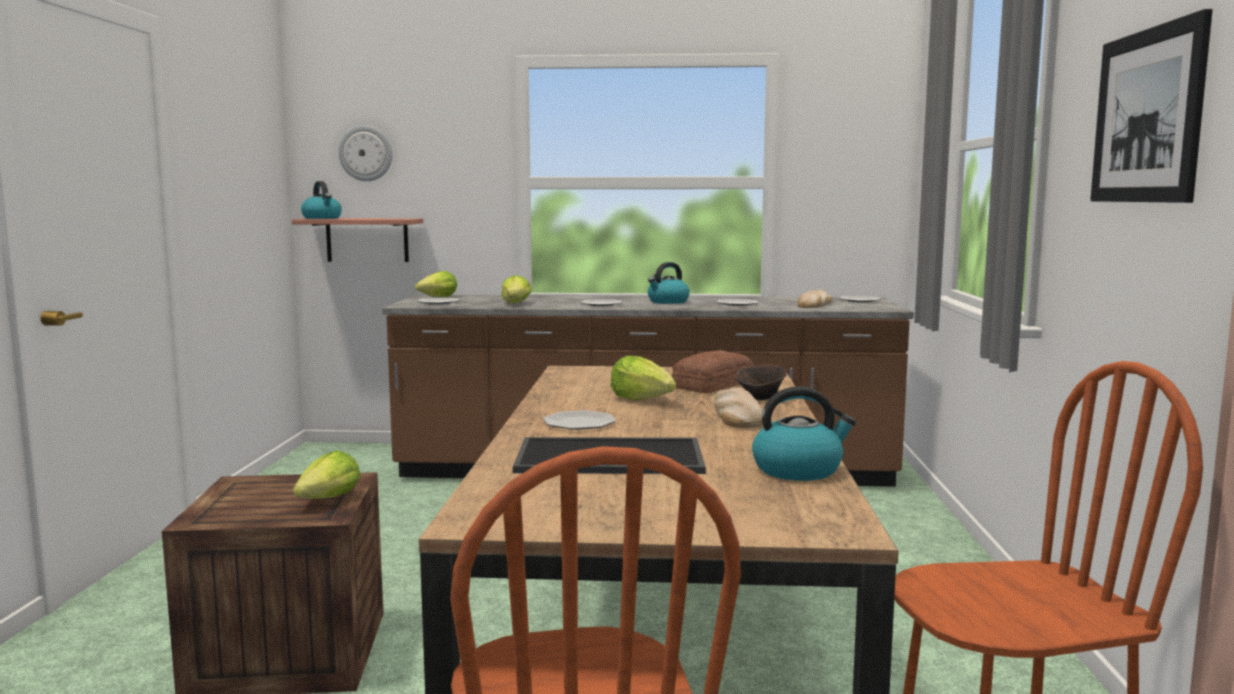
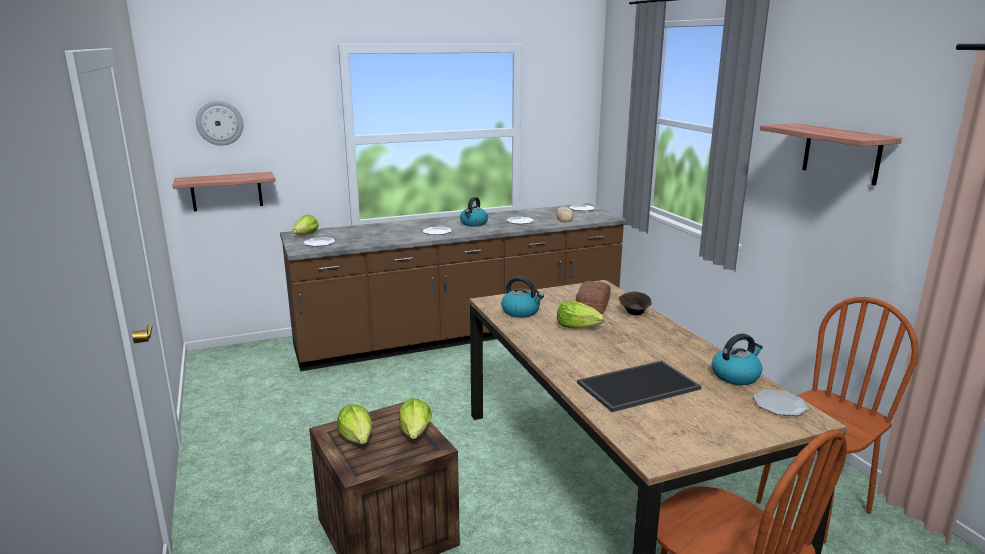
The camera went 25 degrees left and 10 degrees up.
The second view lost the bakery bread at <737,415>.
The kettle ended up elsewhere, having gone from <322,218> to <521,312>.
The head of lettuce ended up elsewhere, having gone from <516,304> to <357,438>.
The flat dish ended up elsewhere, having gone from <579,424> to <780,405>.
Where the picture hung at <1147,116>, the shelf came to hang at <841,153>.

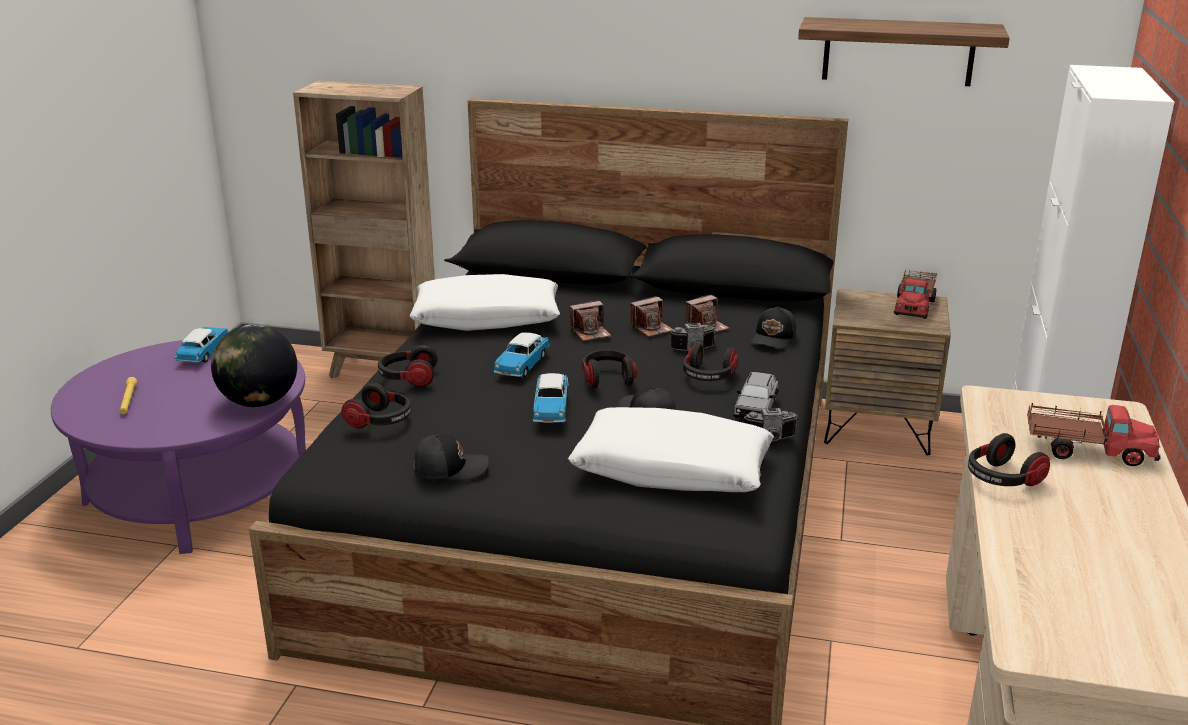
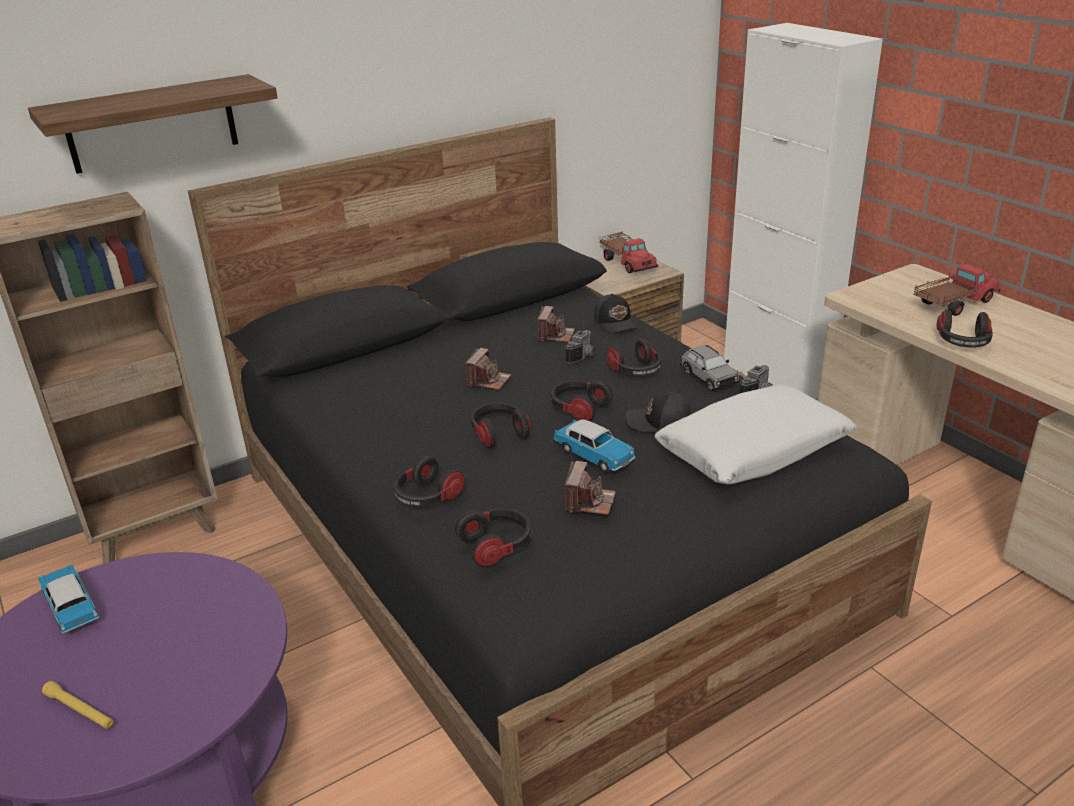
The camera went 45 degrees left and 5 degrees up.
The second view lost the globe at <259,402>.
The second view lost the throw pillow (white-coloured) at <487,318>.
The second view lost the baseball cap (black) at <450,468>.
The still camera ended up elsewhere, having gone from <651,328> to <589,501>.
The shelf ended up elsewhere, having gone from <898,51> to <152,124>.
Where the toy car stood at <522,365>, the pair of headphones came to stand at <499,433>.

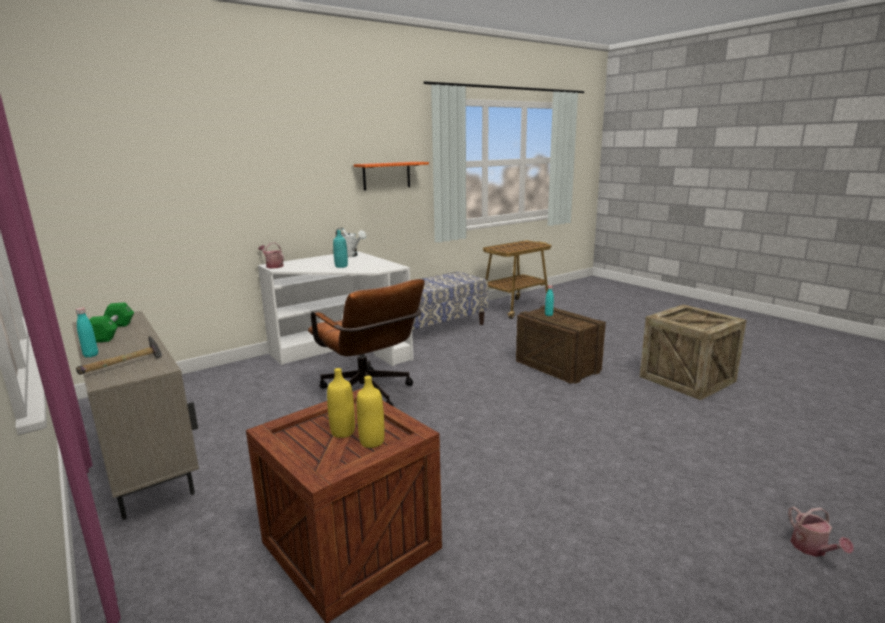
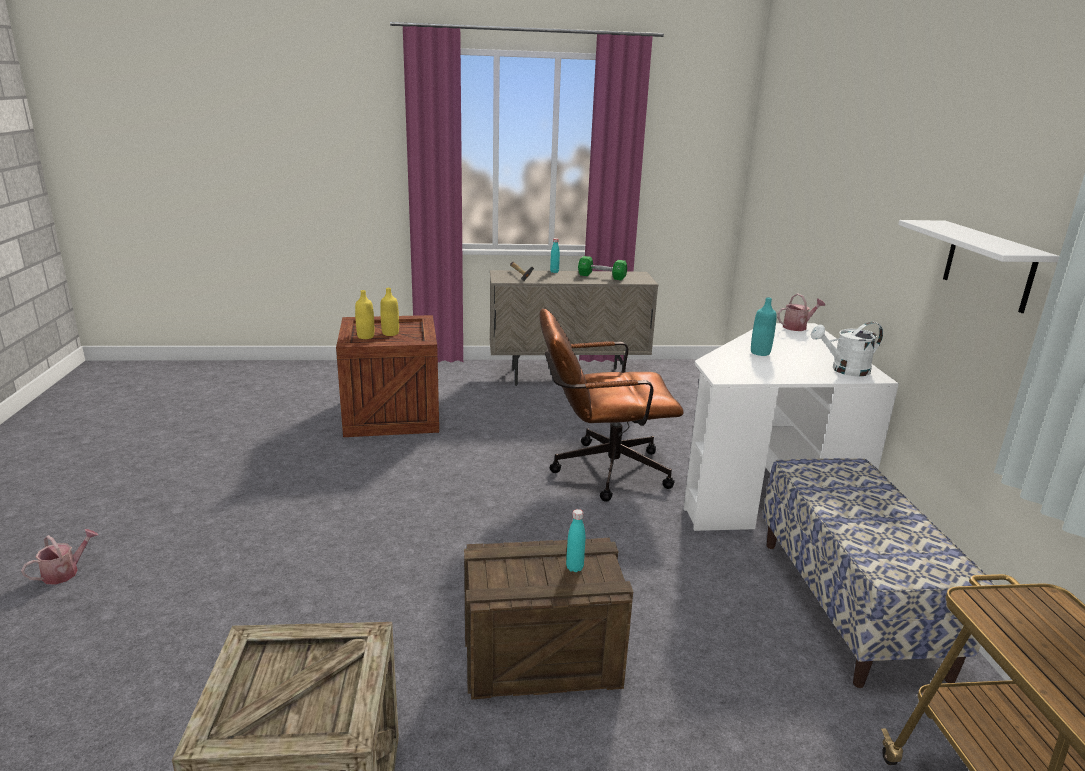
The camera went 120 degrees right and 5 degrees up.
What was the shelf (orange) at <386,175> turned into the shelf (white-coloured) at <988,266>.
The watering can at <812,549> ended up facing another way, 105 degrees clockwise from before.

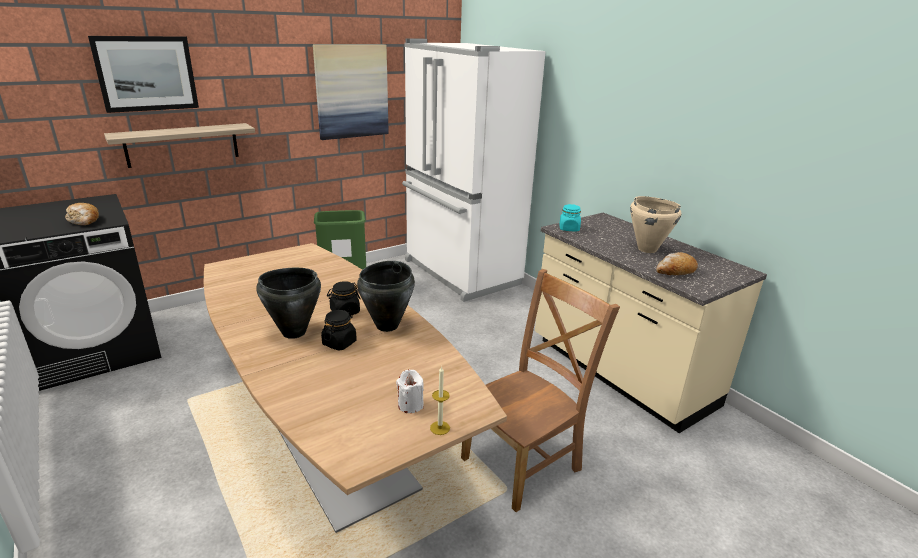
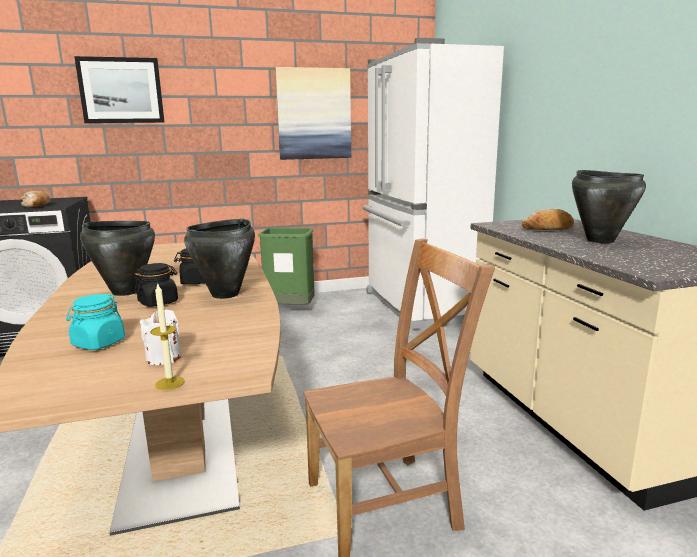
The camera went 20 degrees right and 10 degrees down.
The second view lost the shelf at <182,145>.
The storage jar (blue-green) ended up elsewhere, having gone from <569,229> to <98,343>.
The bakery bread ended up elsewhere, having gone from <675,271> to <547,229>.
What was the stockpot (beige-coloured) at <647,249> turned into the stockpot (black) at <600,240>.

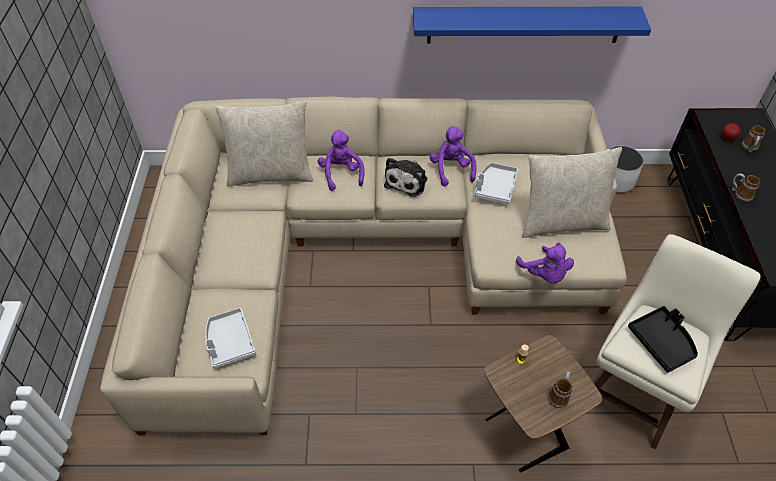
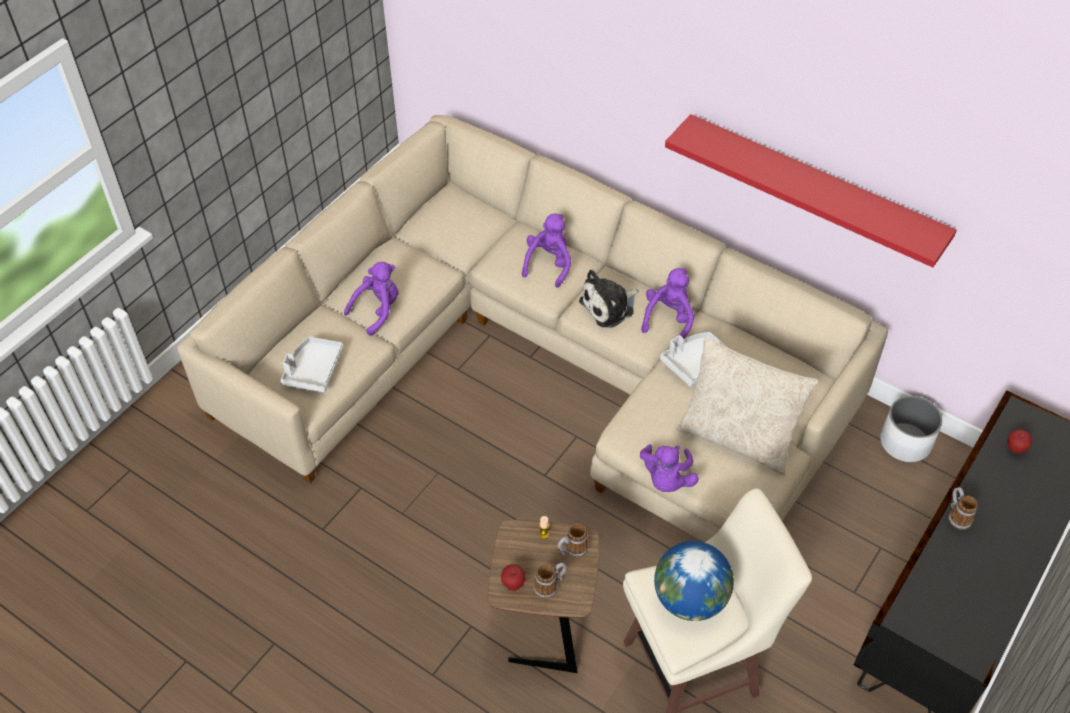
The camera went 35 degrees right and 0 degrees up.
The second view lost the throw pillow (beige-coloured) at <271,173>.
The second view gained the plush toy (purple-coloured) at <378,310>.
The second view gained the whole apple at <513,584>.
The coffee mug ended up elsewhere, having gone from <749,148> to <572,550>.
Where the serving tray (black) stood at <662,342>, the globe came to stand at <690,599>.
What was the shelf (bluish) at <524,24> turned into the shelf (reddish) at <813,188>.

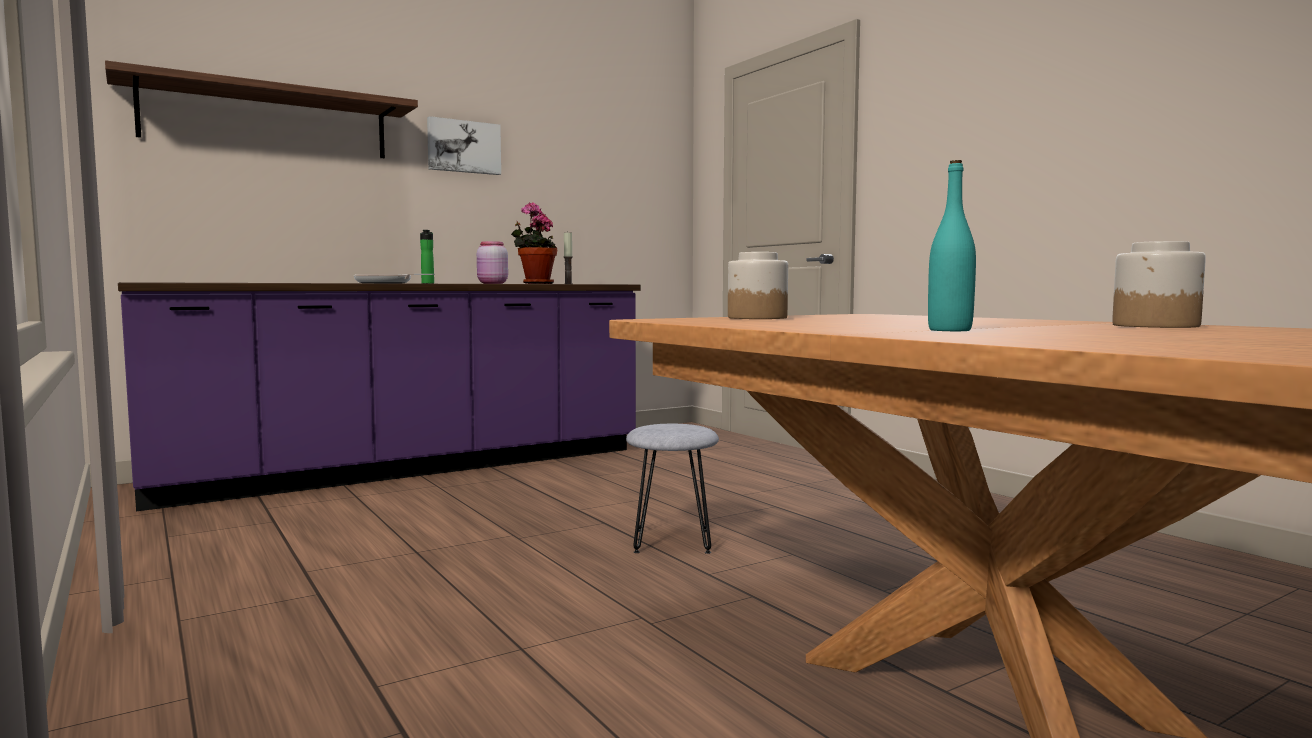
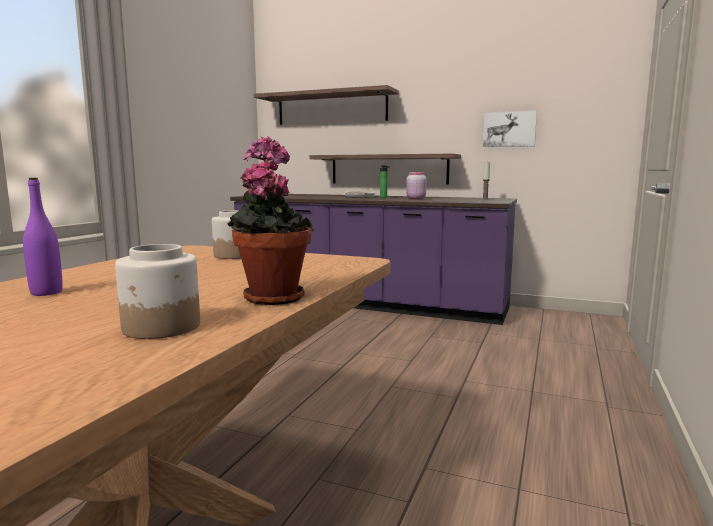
The camera went 55 degrees right and 5 degrees up.
The second view lost the sitting stool (grey) at <672,541>.
The second view gained the shelf at <388,169>.
The picture ended up elsewhere, having gone from <463,147> to <509,129>.
The houseplant ended up elsewhere, having gone from <535,283> to <272,296>.
What was the bottle (blue-green) at <949,330> turned into the bottle (purple-coloured) at <46,292>.

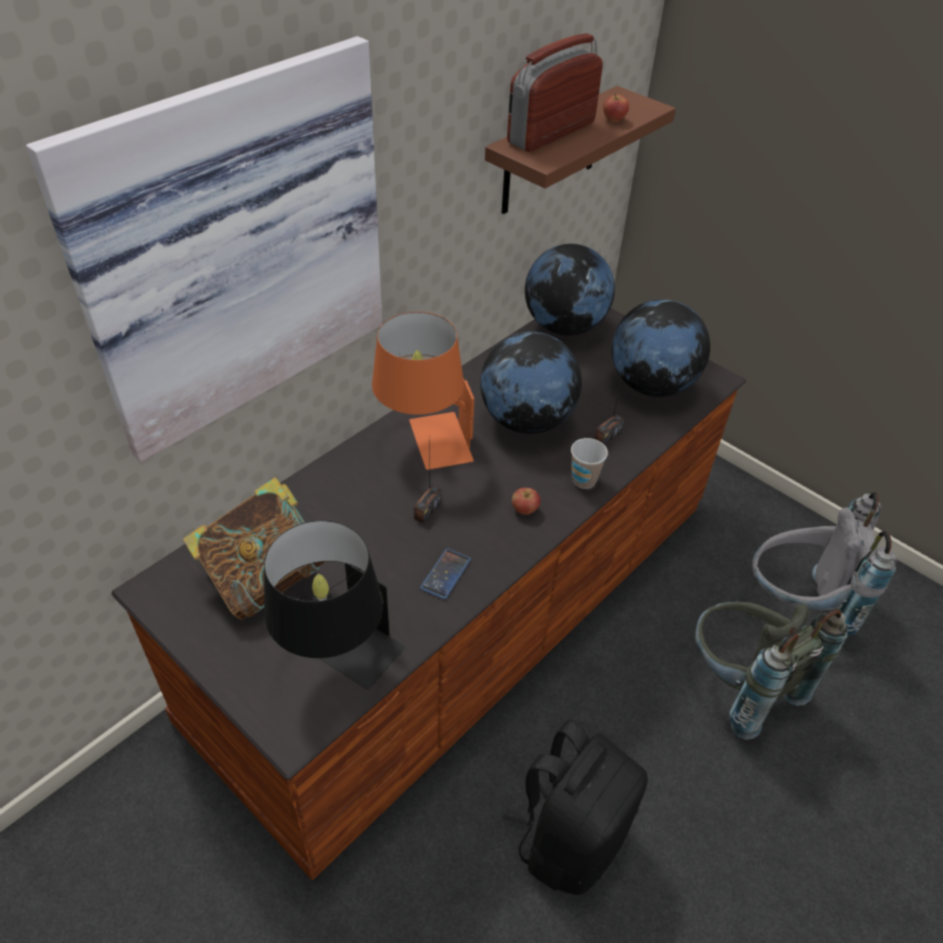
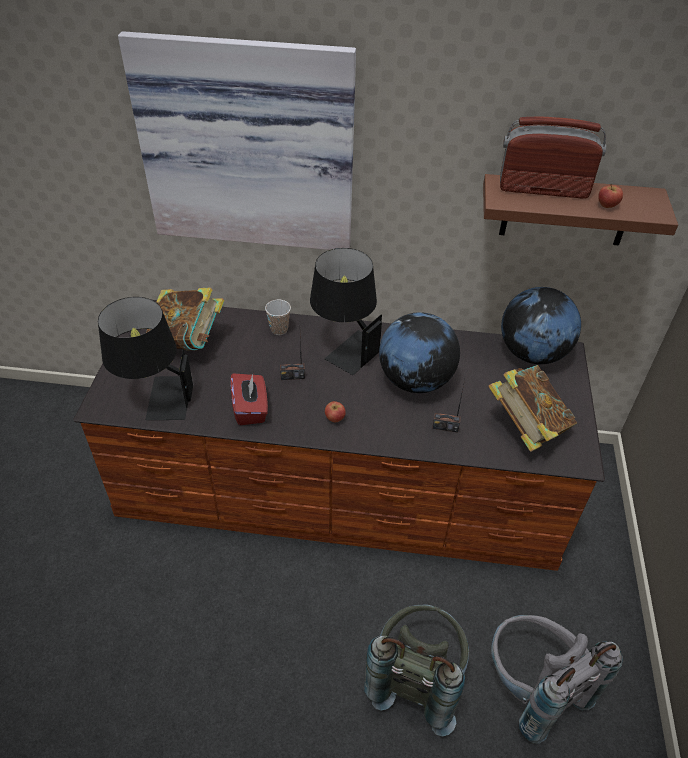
The camera went 55 degrees right and 0 degrees up.
The second view lost the knapsack (black) at <570,837>.
The cup ended up elsewhere, having gone from <584,480> to <279,329>.
Where the telephone stood at <445,574>, the tissue holder (reddish) came to stand at <250,409>.
Where the globe stood at <651,385>, the volume came to stand at <526,426>.
What was the table lamp (orange) at <424,443> turned into the table lamp (black) at <345,346>.

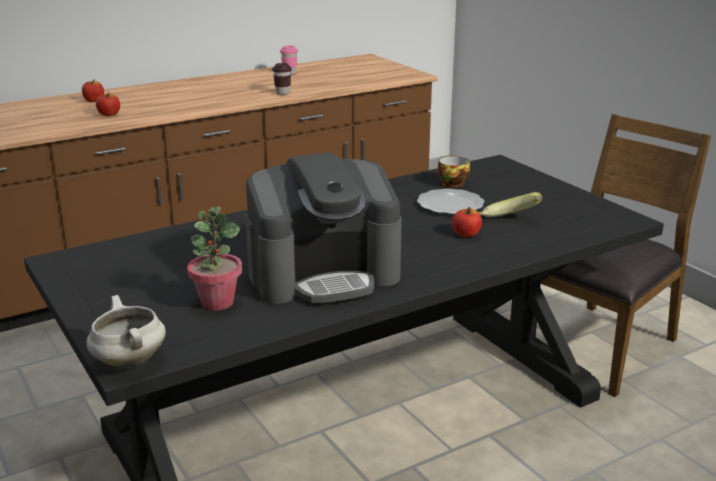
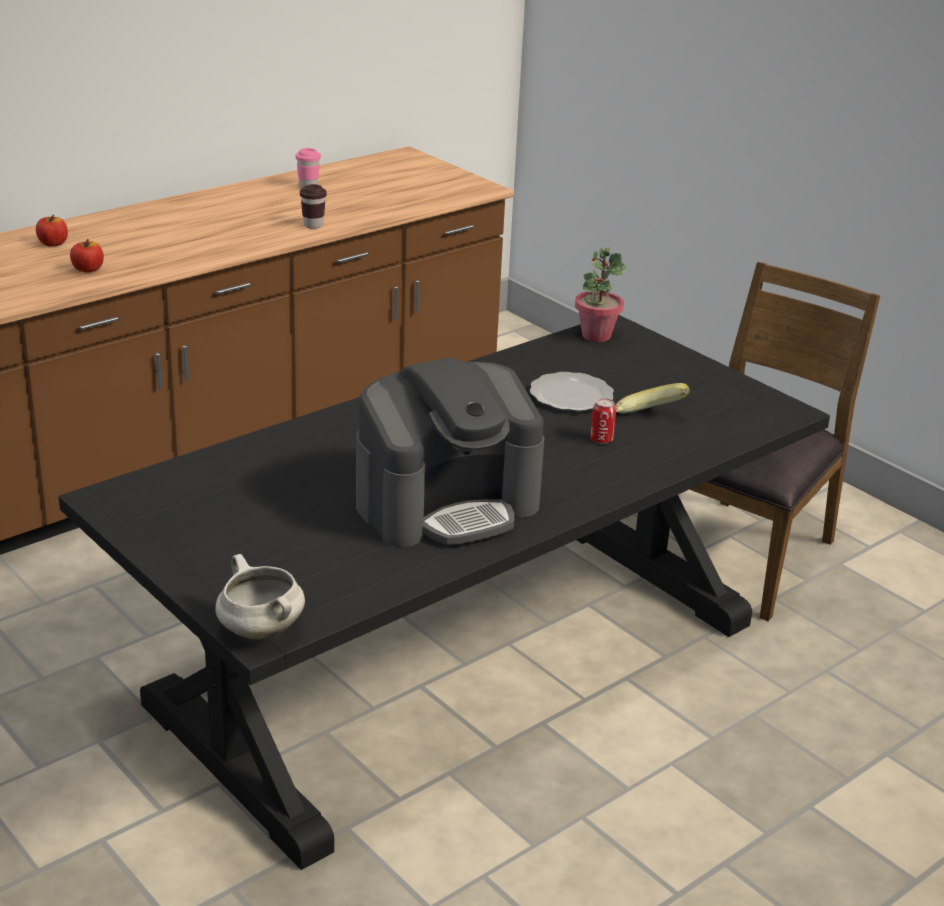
The camera went 10 degrees left and 5 degrees up.
The second view lost the cup at <452,183>.
The houseplant ended up elsewhere, having gone from <217,302> to <596,335>.
Where the whole apple stood at <466,234>, the metal can came to stand at <601,439>.

